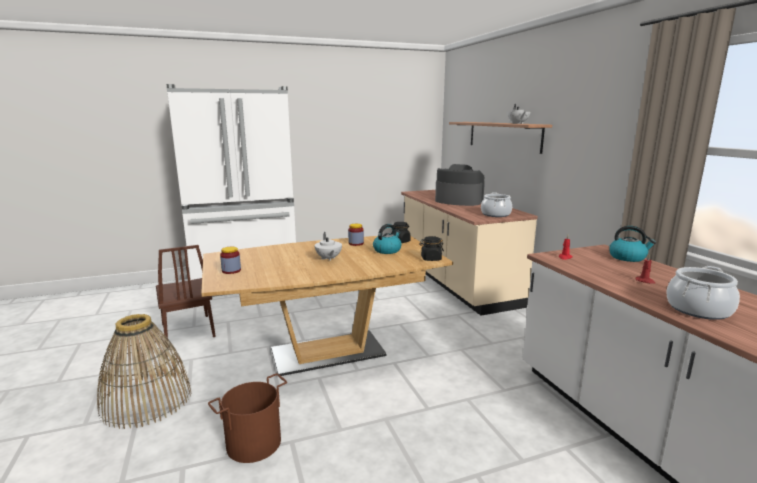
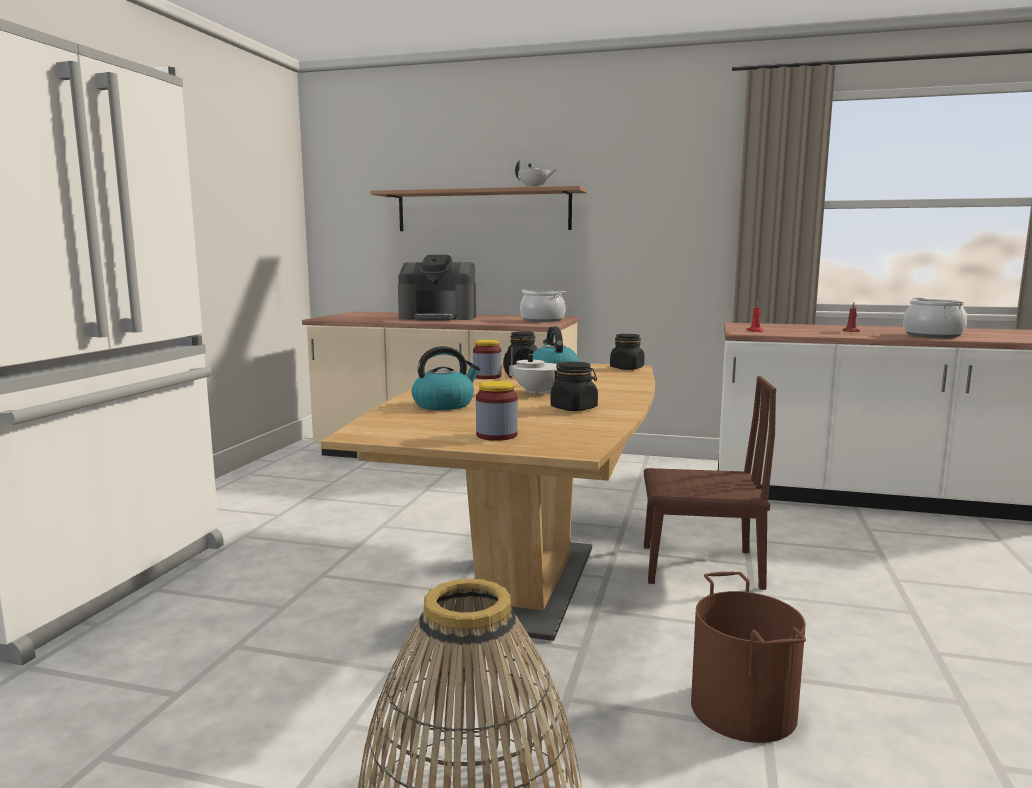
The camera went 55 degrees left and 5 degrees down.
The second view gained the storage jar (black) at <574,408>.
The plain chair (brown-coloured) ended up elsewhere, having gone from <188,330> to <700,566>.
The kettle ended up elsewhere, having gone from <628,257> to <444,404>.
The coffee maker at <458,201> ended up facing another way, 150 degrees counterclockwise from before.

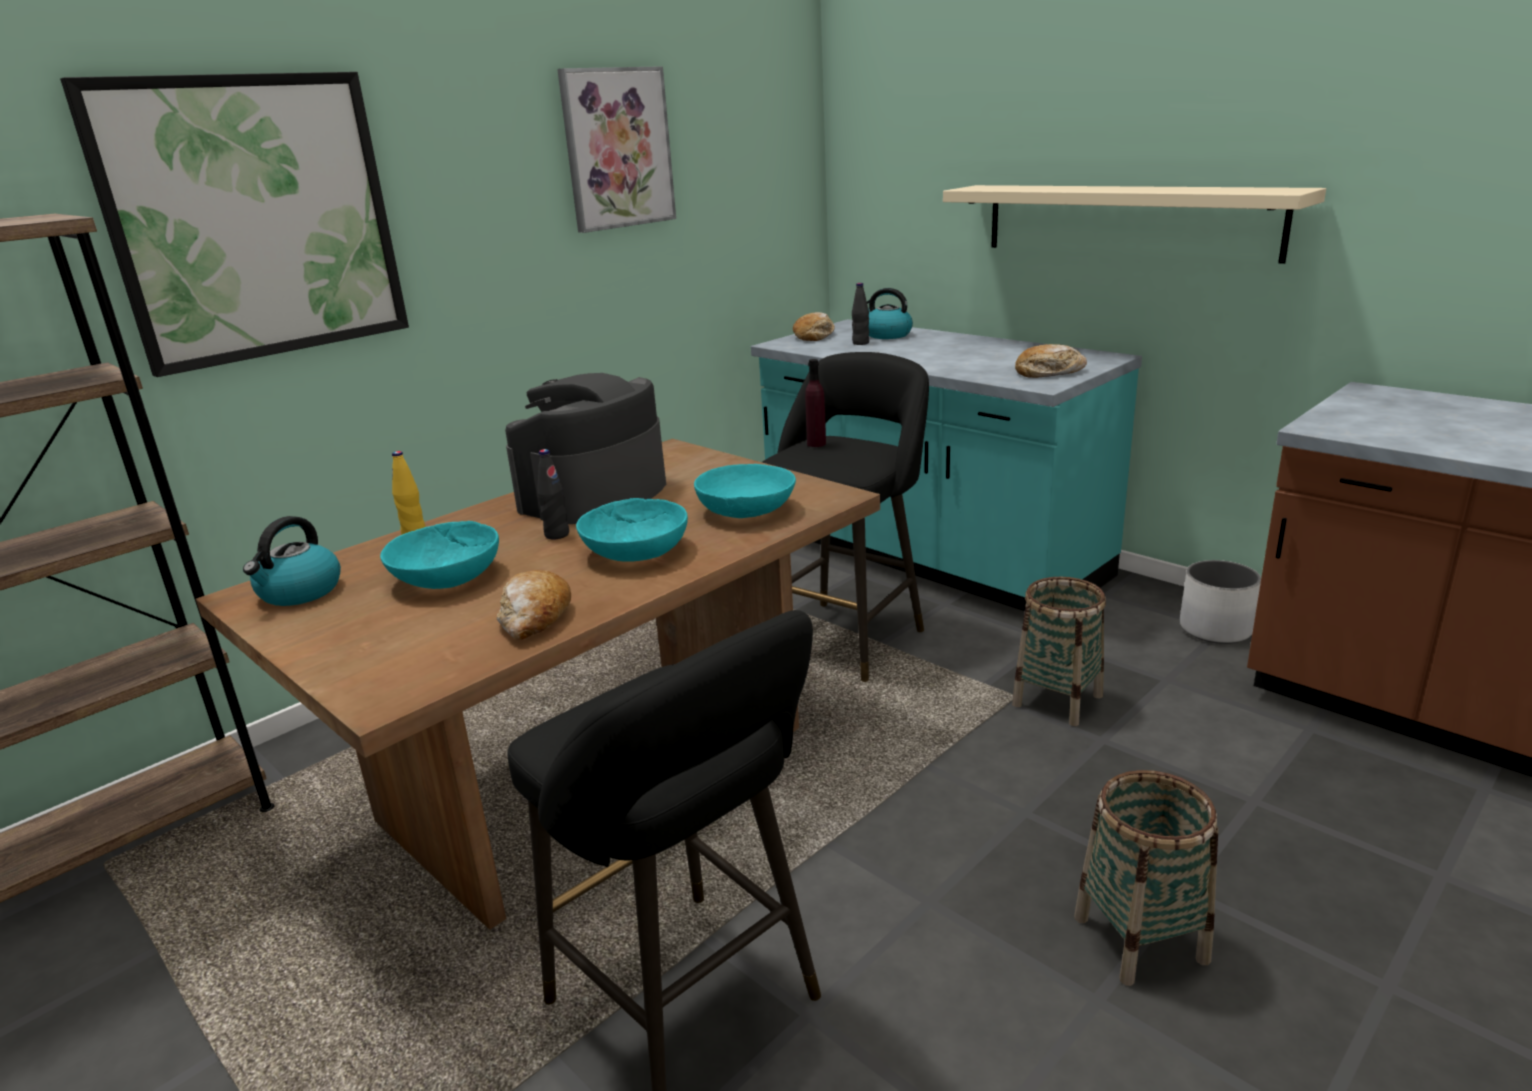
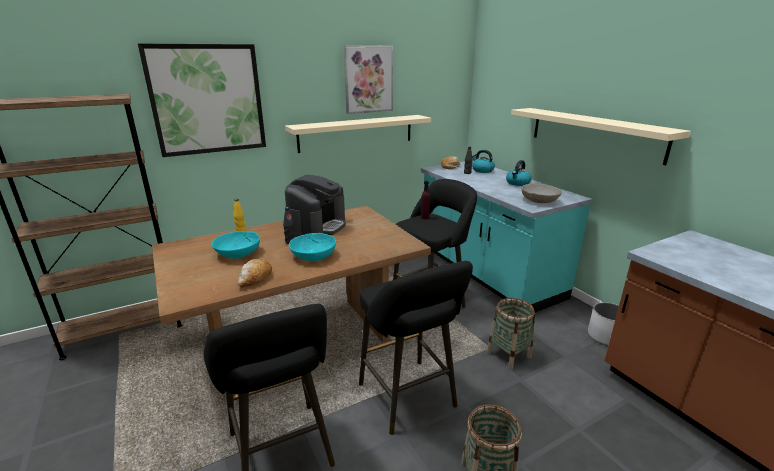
The camera went 15 degrees right and 0 degrees up.
The second view lost the deep dish (blue-green) at <747,510>.
The second view gained the shelf (beige-coloured) at <357,133>.
The second view gained the sitting stool (black) at <409,399>.
The kettle ended up elsewhere, having gone from <299,592> to <517,183>.
Where the bakery bread stood at <1049,372>, the deep dish (grey) came to stand at <539,201>.
The coffee maker at <594,495> ended up facing another way, 150 degrees clockwise from before.

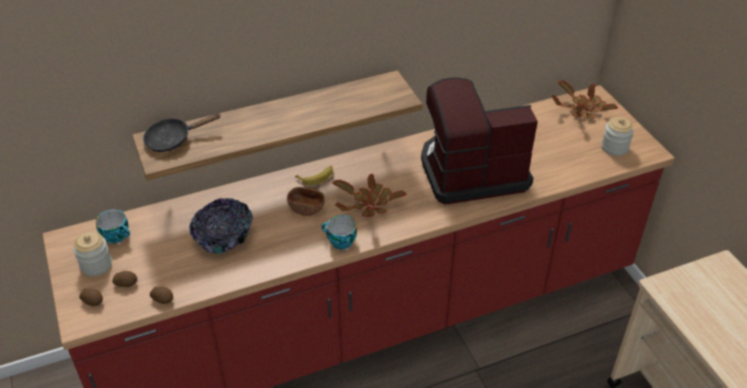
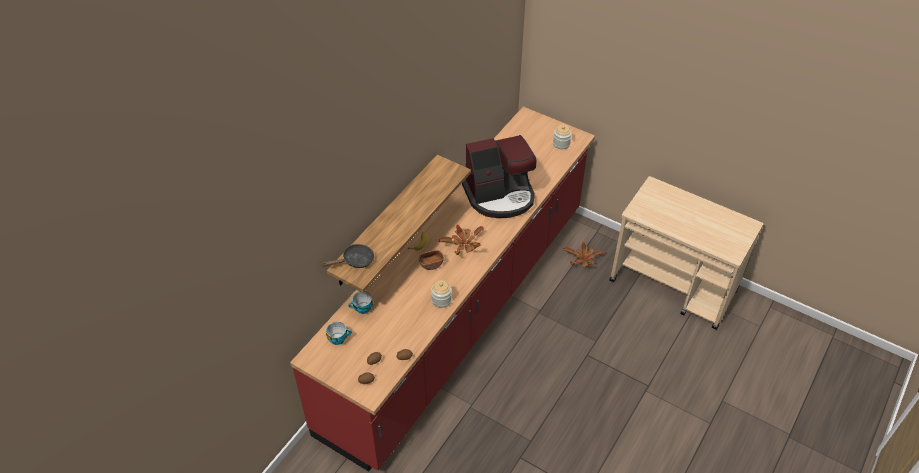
The camera went 35 degrees left and 5 degrees up.
The second view lost the deep dish at <223,236>.
The storage jar ended up elsewhere, having gone from <96,265> to <441,300>.
The cup ended up elsewhere, having gone from <340,242> to <362,309>.
The houseplant ended up elsewhere, having gone from <582,110> to <583,259>.
The frying pan (black) at <173,139> ended up facing another way, 150 degrees counterclockwise from before.
The coffee maker at <471,171> ended up facing another way, 150 degrees counterclockwise from before.

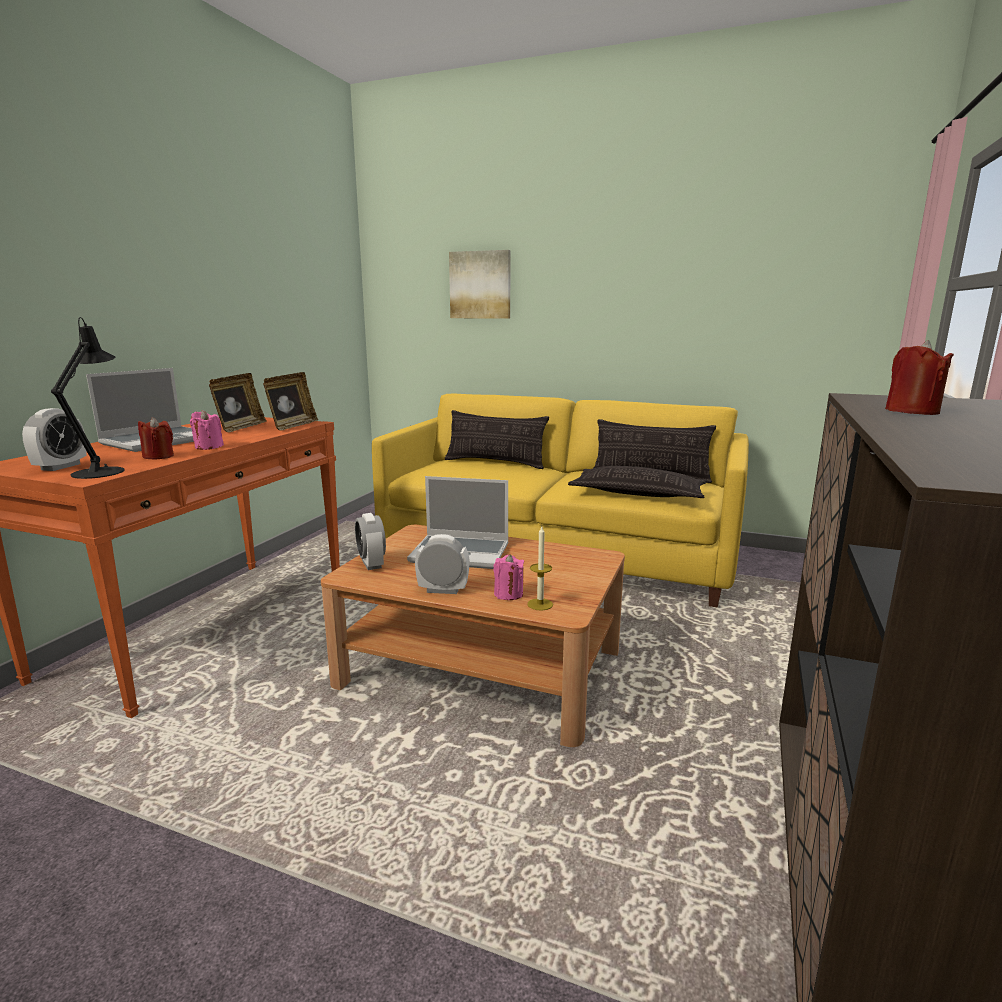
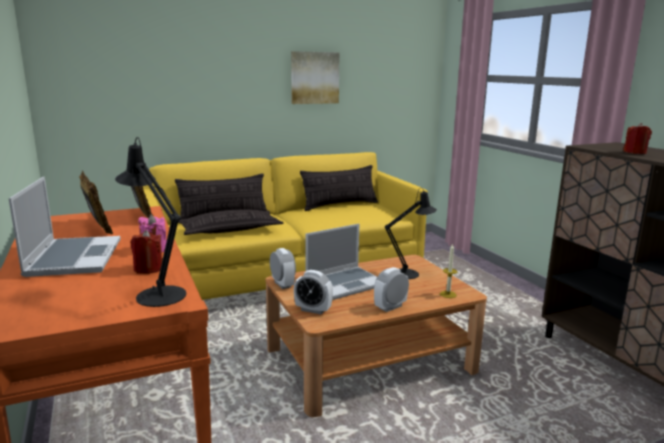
The camera went 45 degrees left and 0 degrees up.
The second view lost the wax light (pink) at <508,594>.
The second view gained the table lamp (black) at <409,273>.
The alarm clock ended up elsewhere, having gone from <61,467> to <282,284>.
The picture ended up elsewhere, having gone from <480,285> to <314,78>.
The throw pillow ended up elsewhere, having gone from <638,493> to <230,230>.

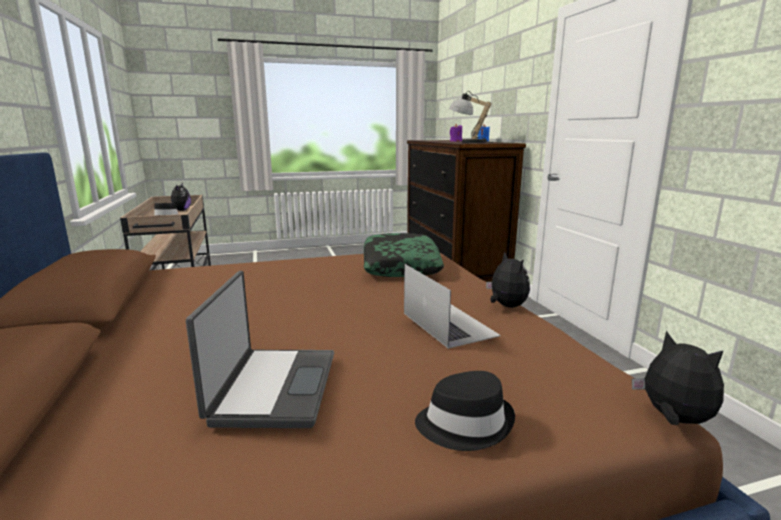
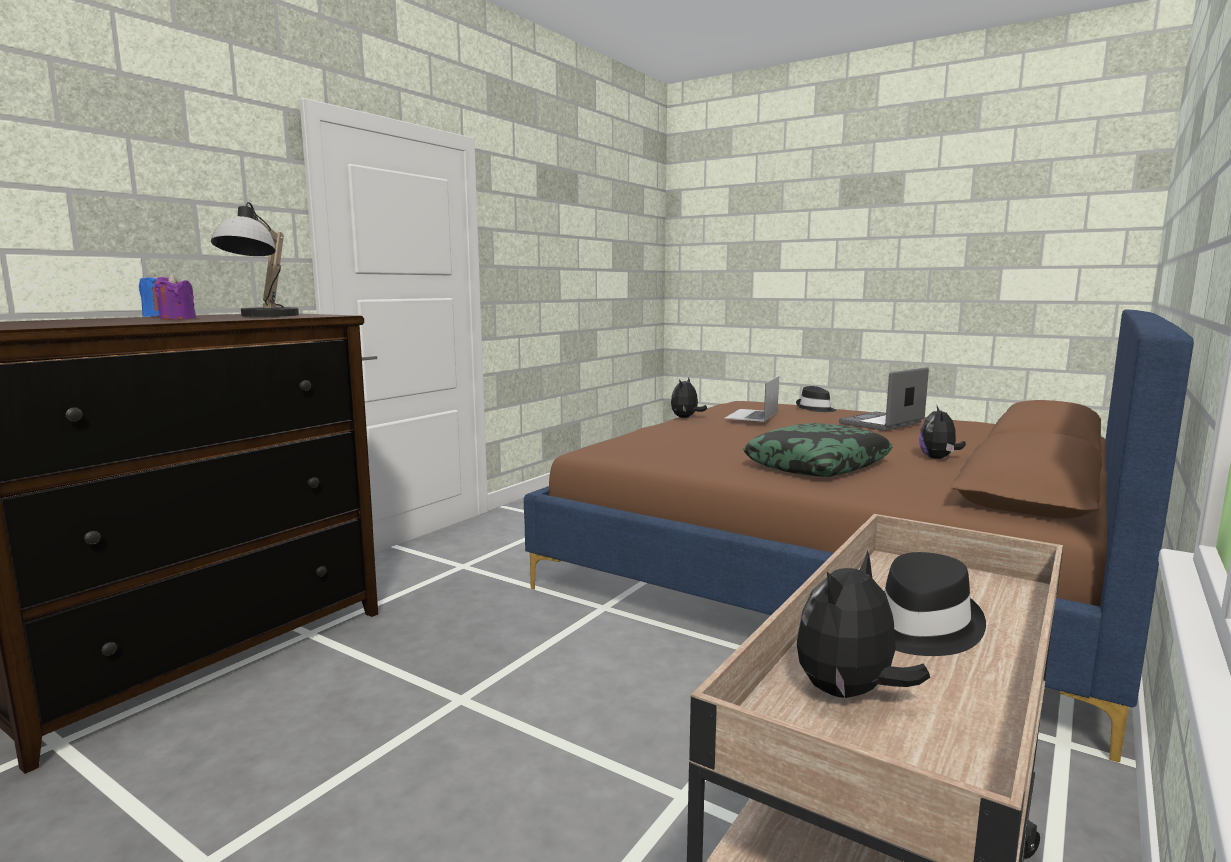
The camera went 130 degrees left and 5 degrees down.
The throw pillow ended up elsewhere, having gone from <400,265> to <817,465>.
The plush toy ended up elsewhere, having gone from <673,419> to <938,458>.

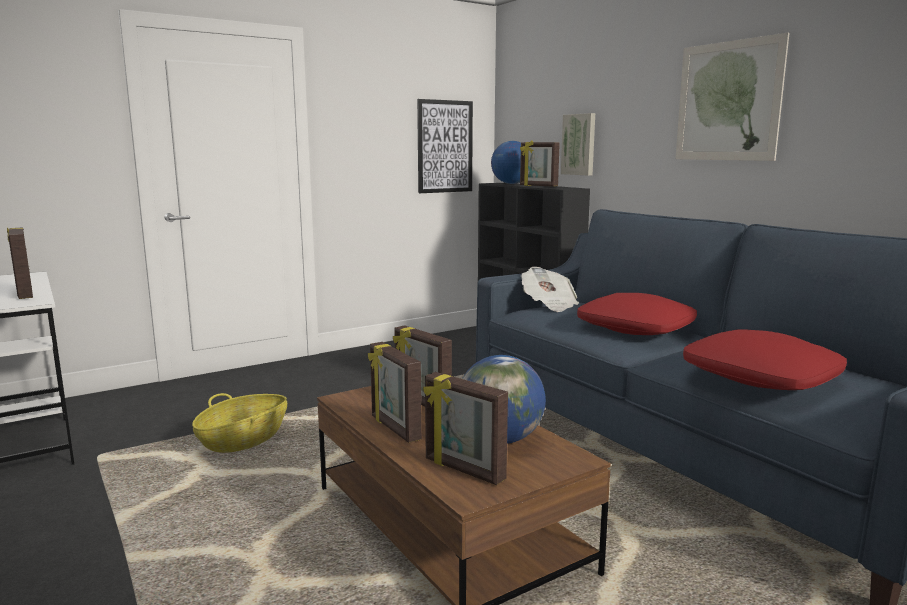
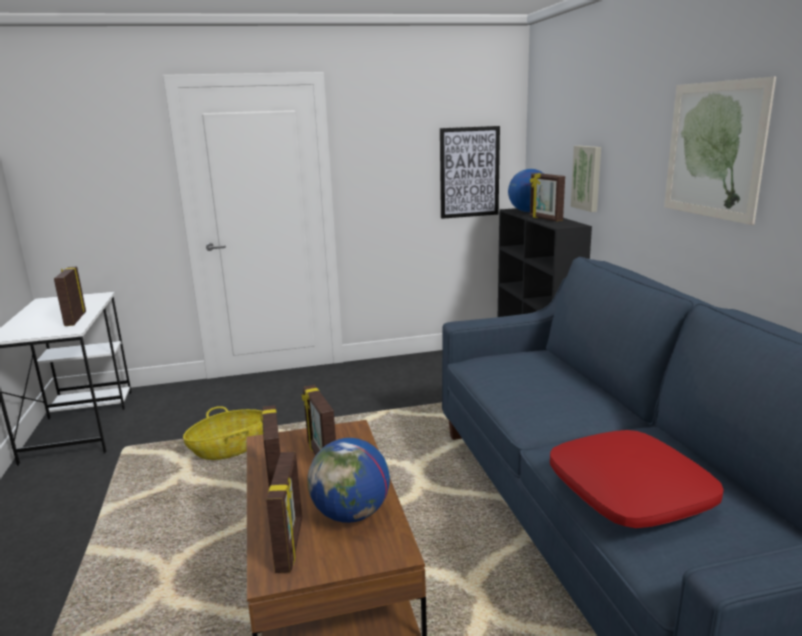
The camera went 20 degrees right and 5 degrees up.
The second view lost the daily paper at <549,305>.
The second view lost the throw pillow (reddish) at <636,328>.
The picture frame at <463,470> ended up facing another way, 150 degrees counterclockwise from before.

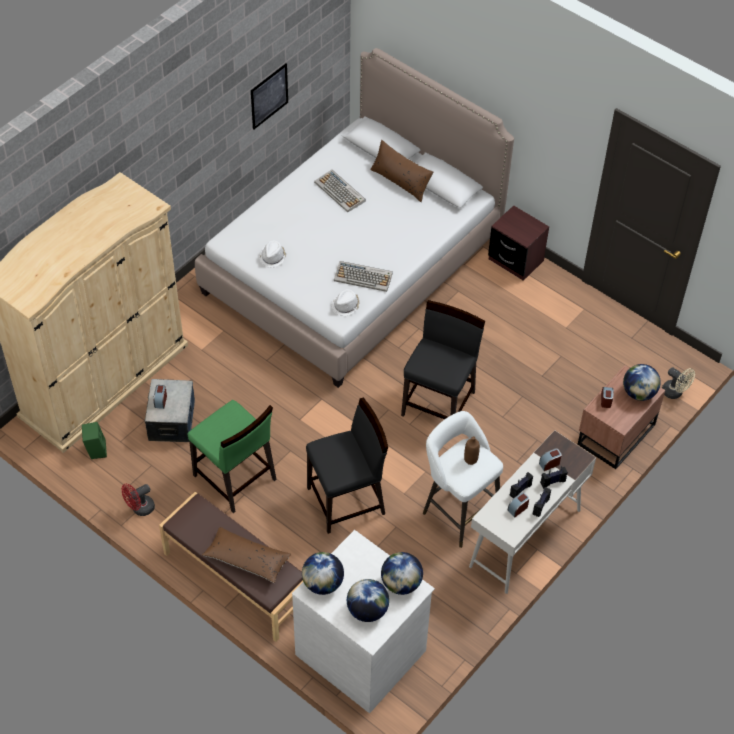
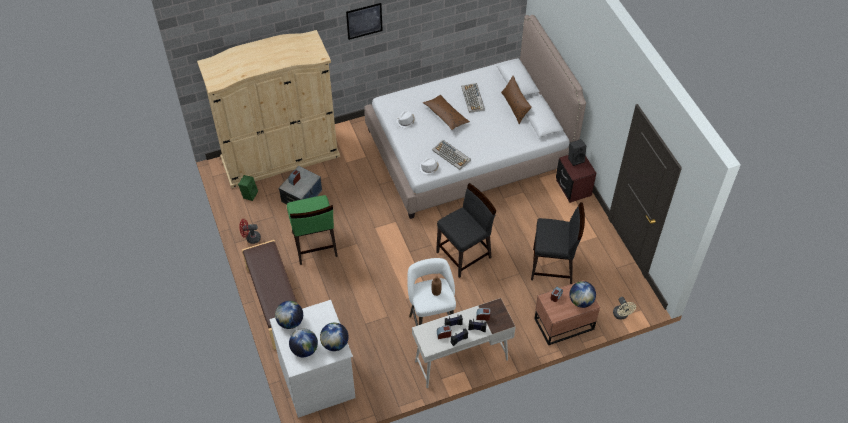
The camera went 30 degrees right and 0 degrees up.
The second view gained the speaker (black) at <576,159>.
The throw pillow (brown-coloured) ended up elsewhere, having gone from <247,559> to <446,116>.
The picture ended up elsewhere, having gone from <269,96> to <364,21>.
The plain chair (black) ended up elsewhere, having gone from <347,501> to <553,266>.

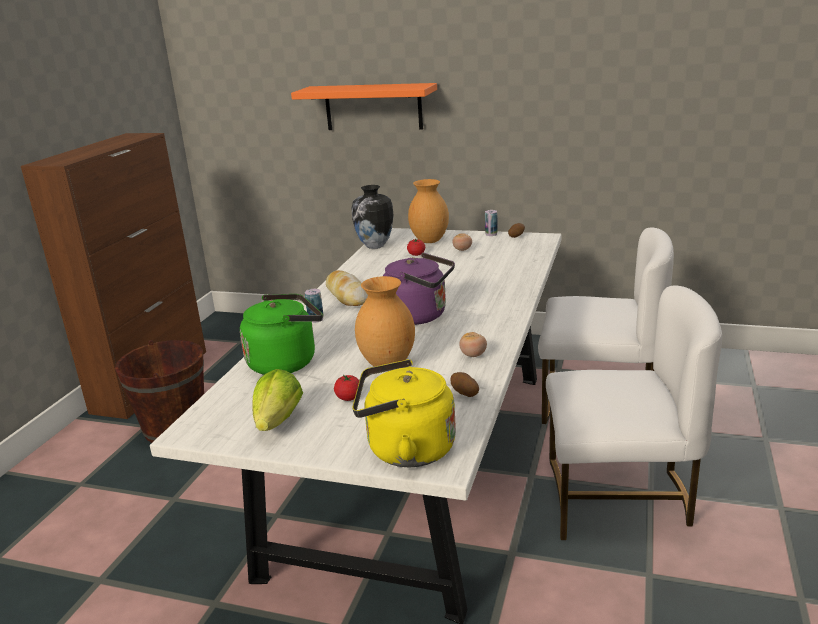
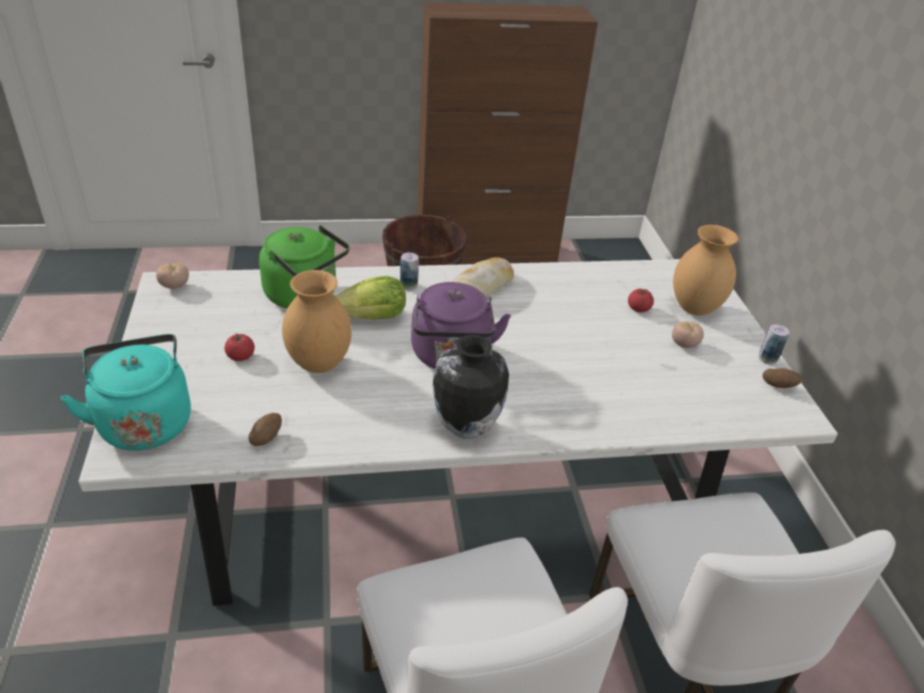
The camera went 60 degrees right and 15 degrees up.
The second view lost the shelf (orange) at <373,107>.
The head of lettuce ended up elsewhere, having gone from <278,421> to <373,317>.
The vase ended up elsewhere, having gone from <375,246> to <465,428>.
The fresh tomato ended up elsewhere, having gone from <473,355> to <175,286>.
What was the kettle (yellow-coloured) at <405,450> turned into the kettle (blue-green) at <144,421>.

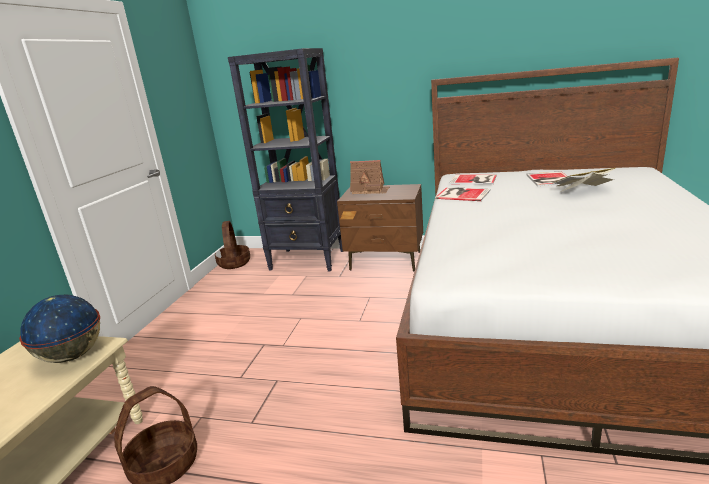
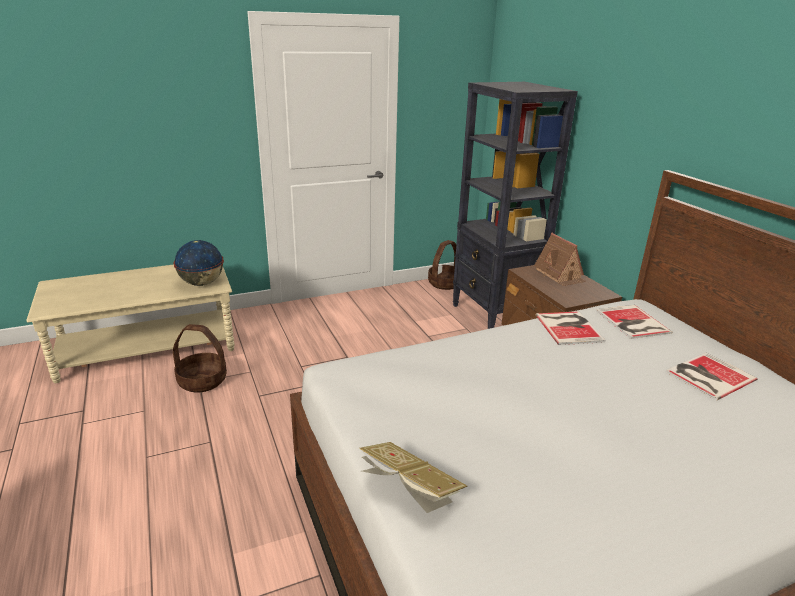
The camera went 50 degrees right and 5 degrees up.
The volume ended up elsewhere, having gone from <583,191> to <409,491>.

